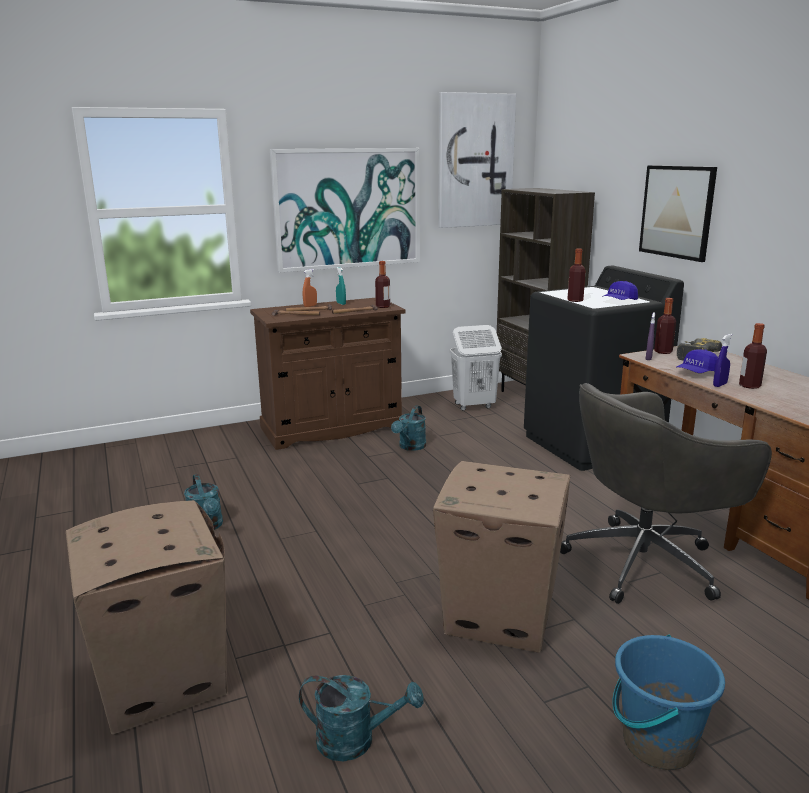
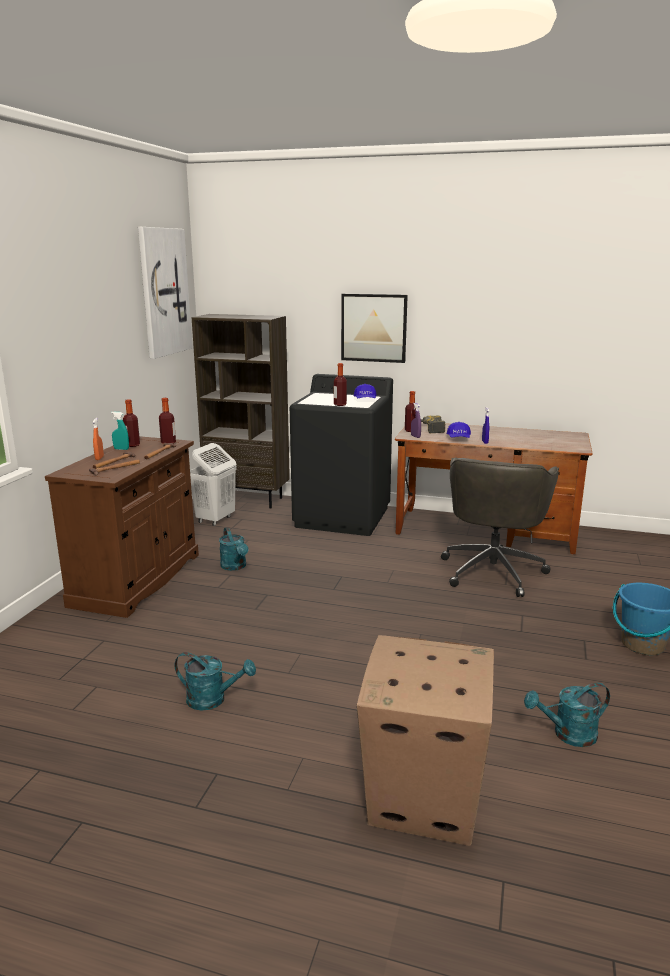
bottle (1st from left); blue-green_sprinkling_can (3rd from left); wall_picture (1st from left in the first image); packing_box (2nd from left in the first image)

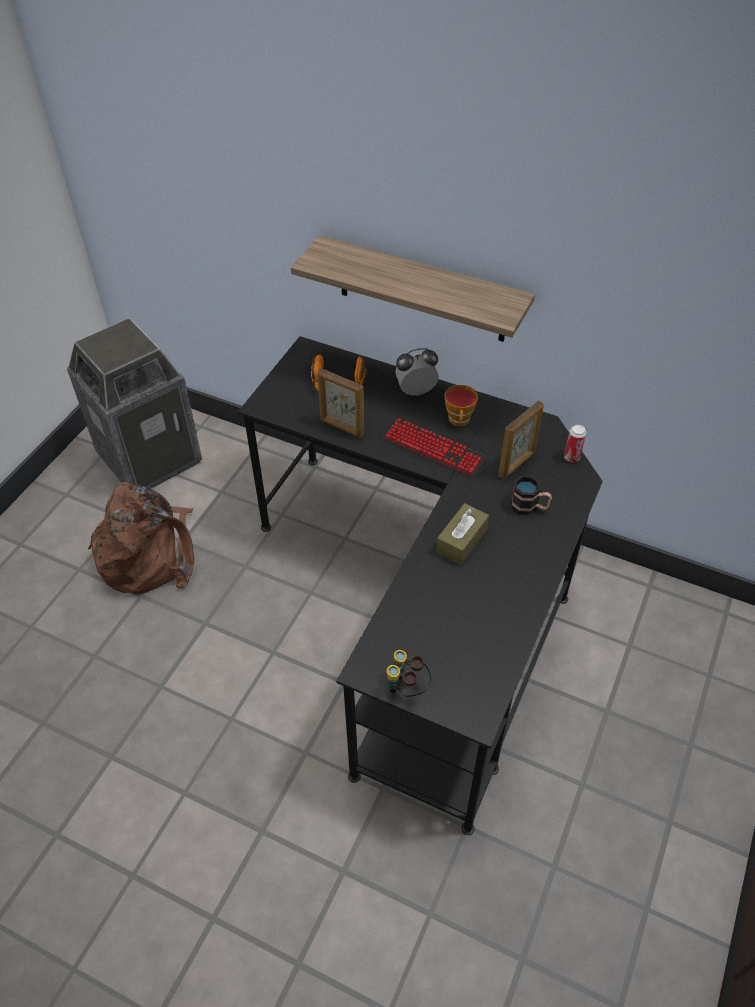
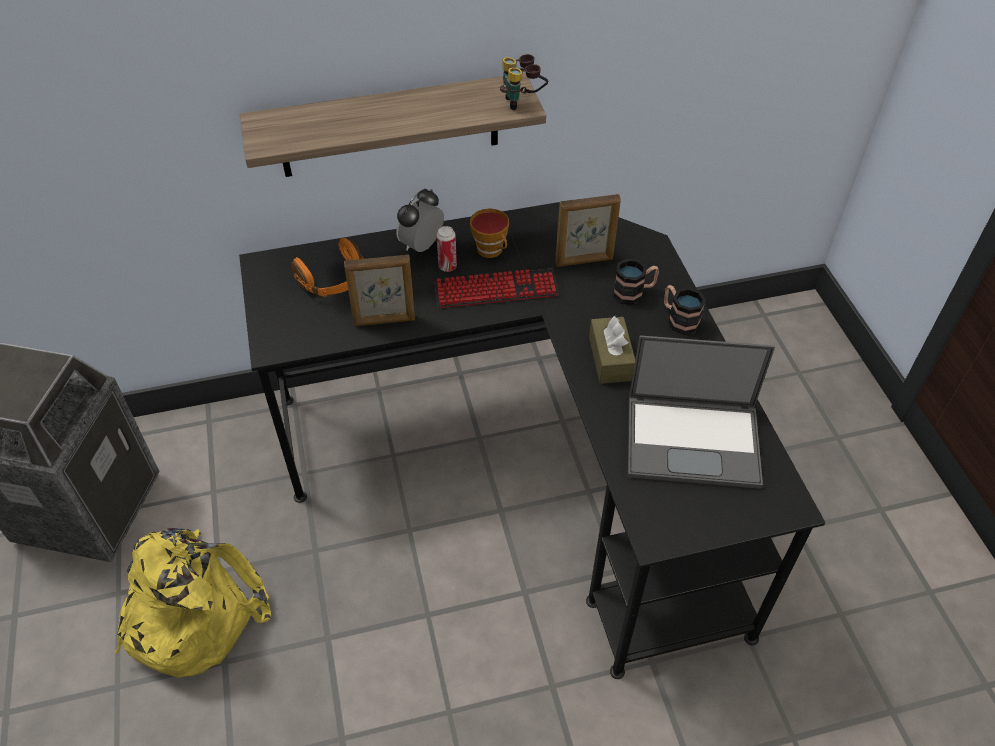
yellowish_backpack; can; pair_of_binoculars; photo_frame (2nd from left); laptop; mug (2nd from left)

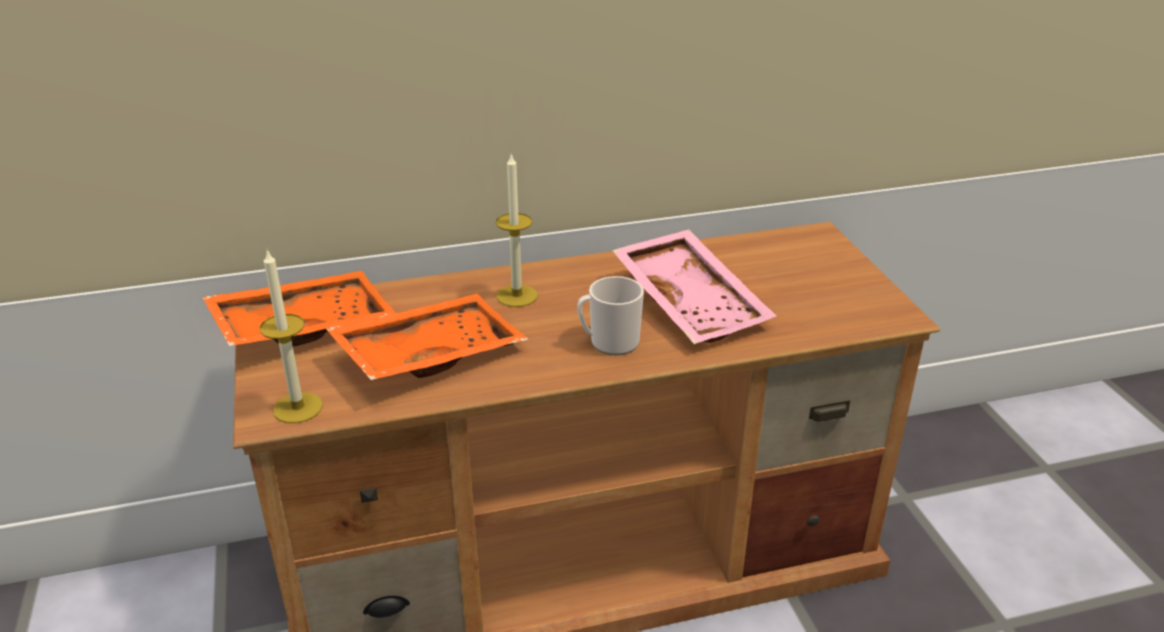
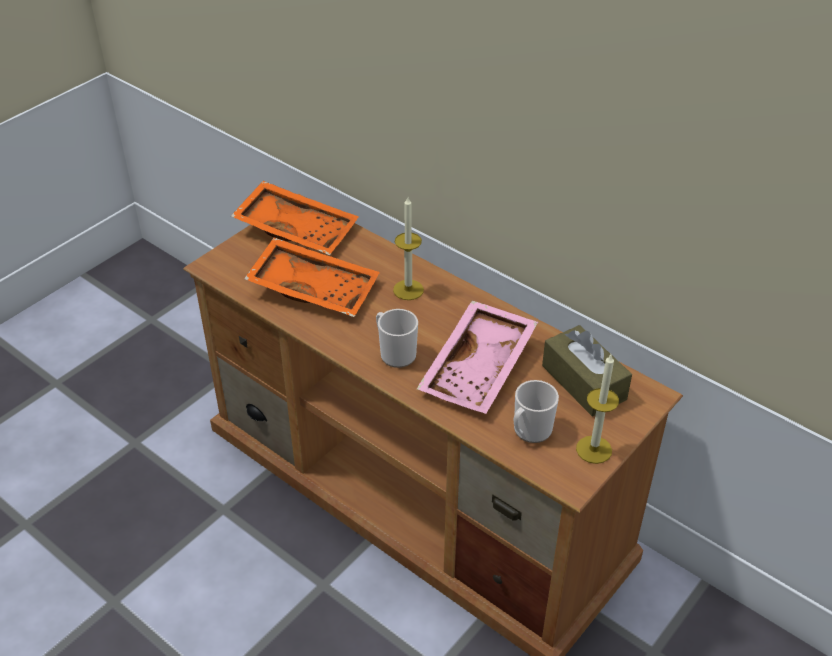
mug (2nd from left); brownish_tissue_holder; wax_candle (2nd from left)

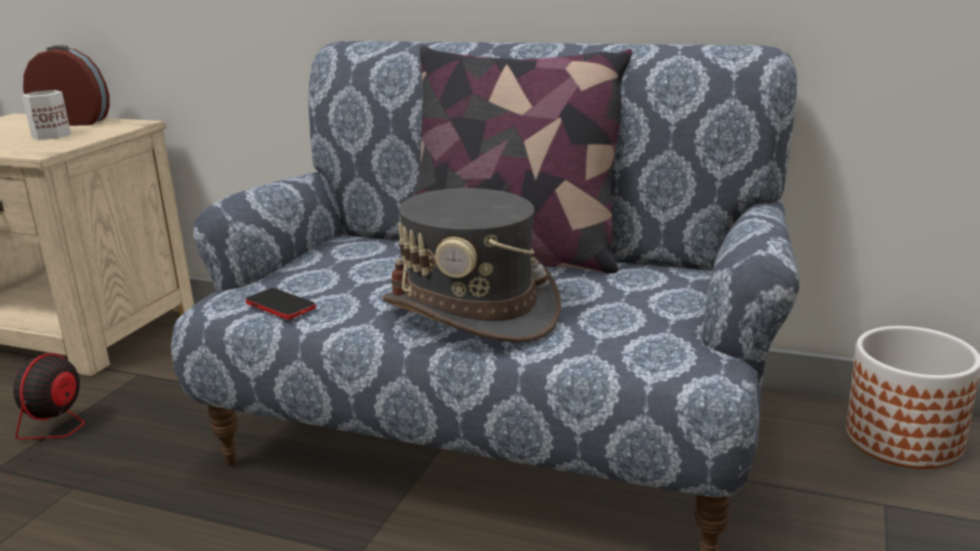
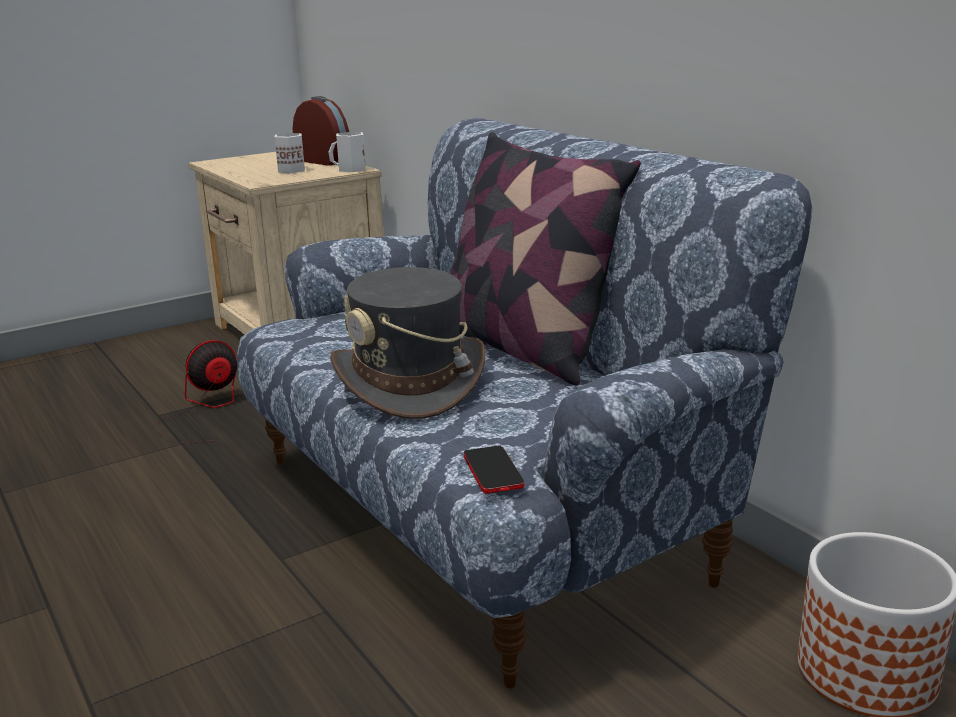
white-coloured_mug (2nd from left); handset

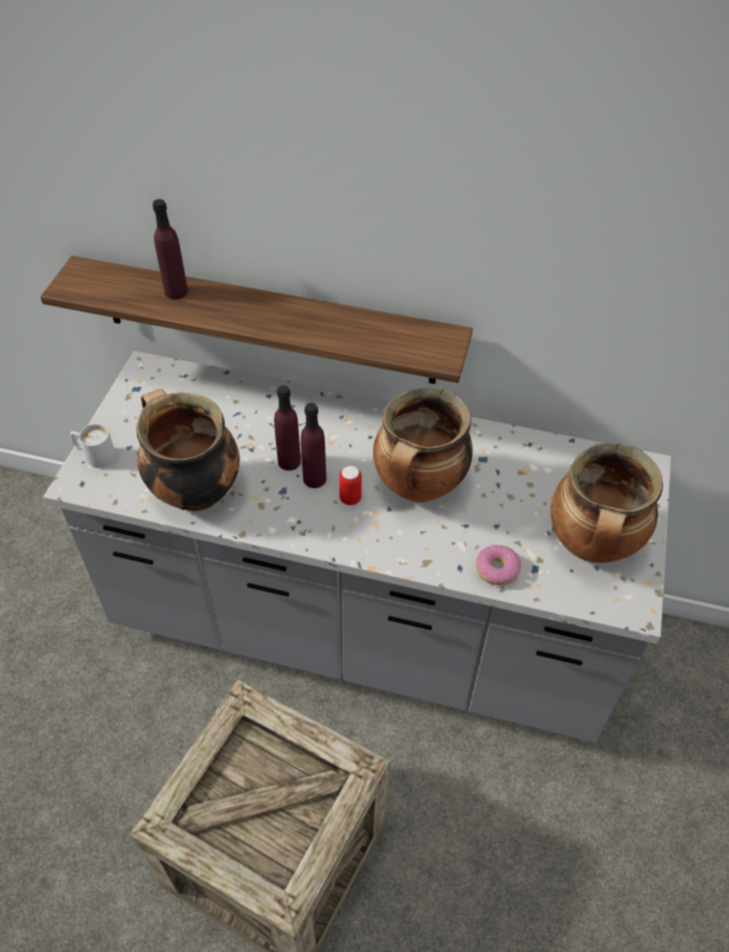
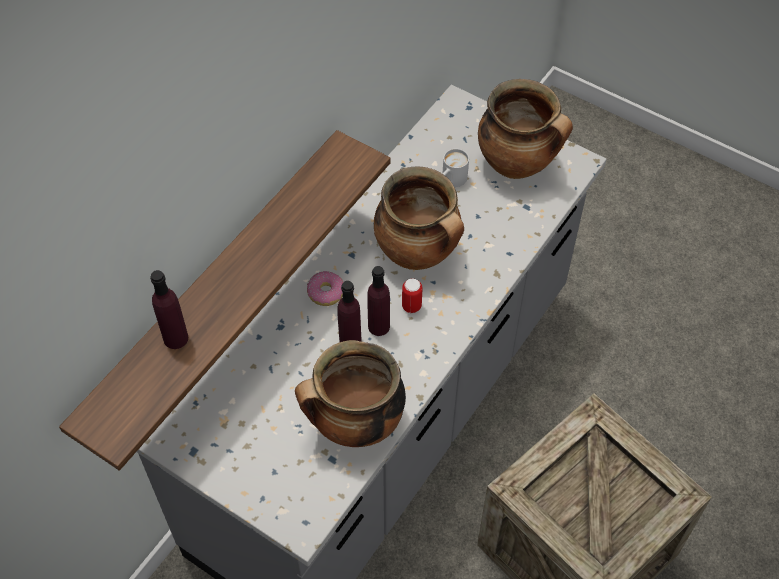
ring_doughnut; white-coloured_mug

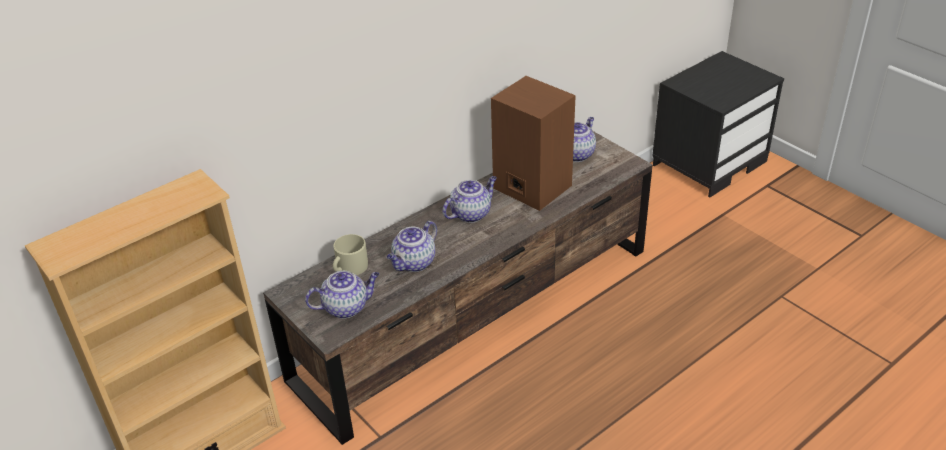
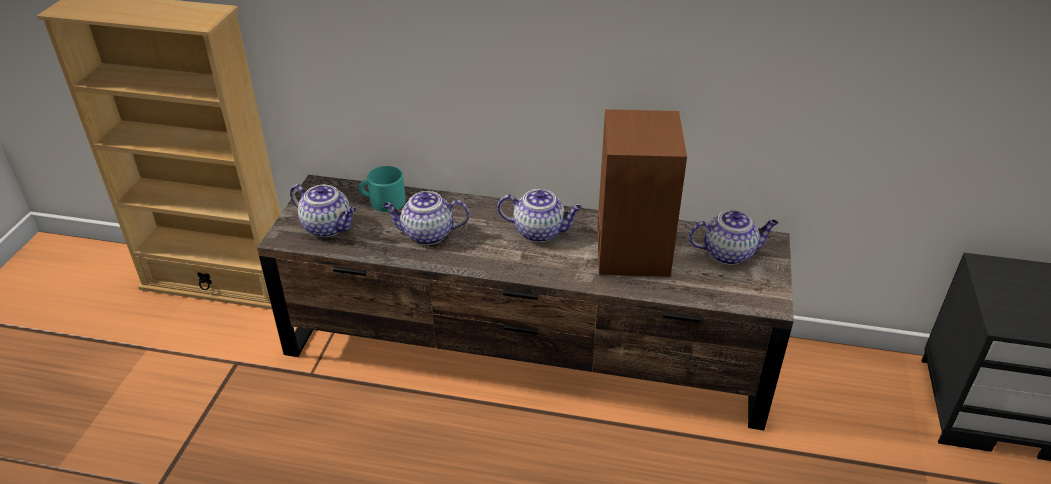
blue-green_mug

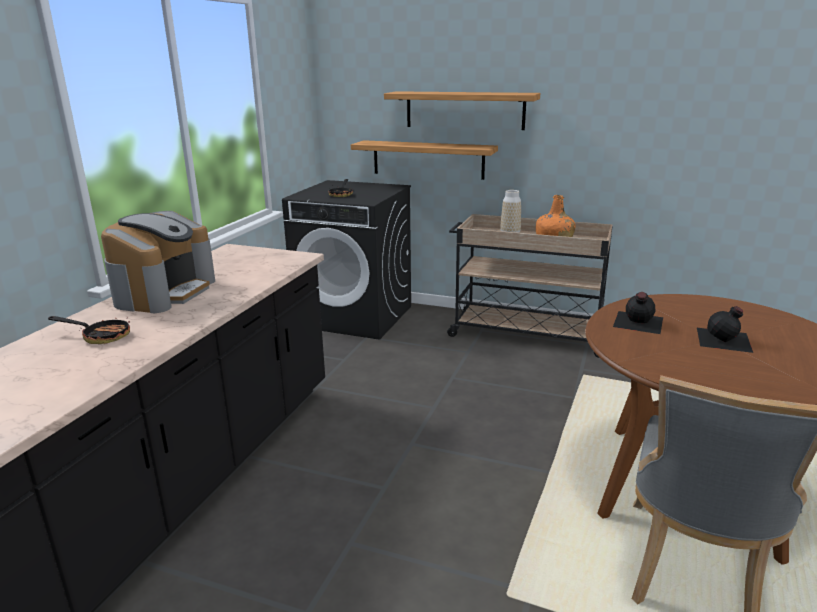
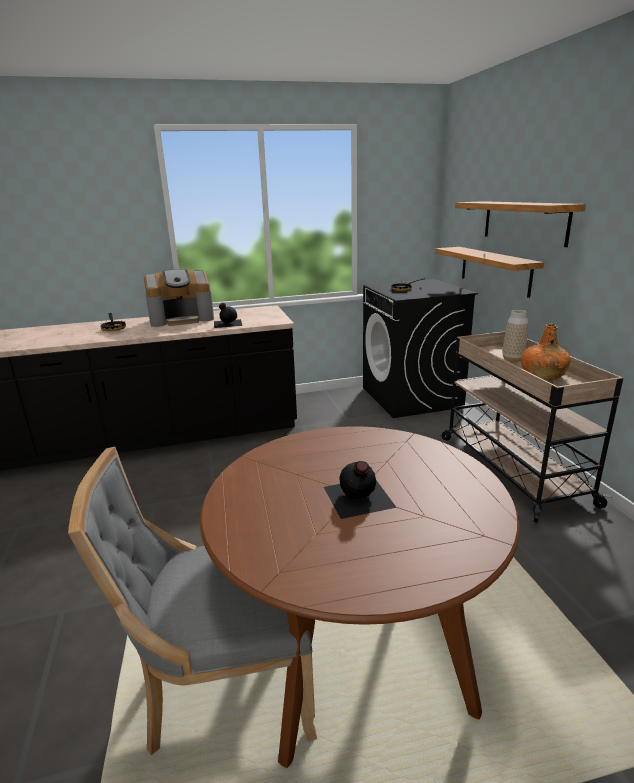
black_bottle (1st from left)

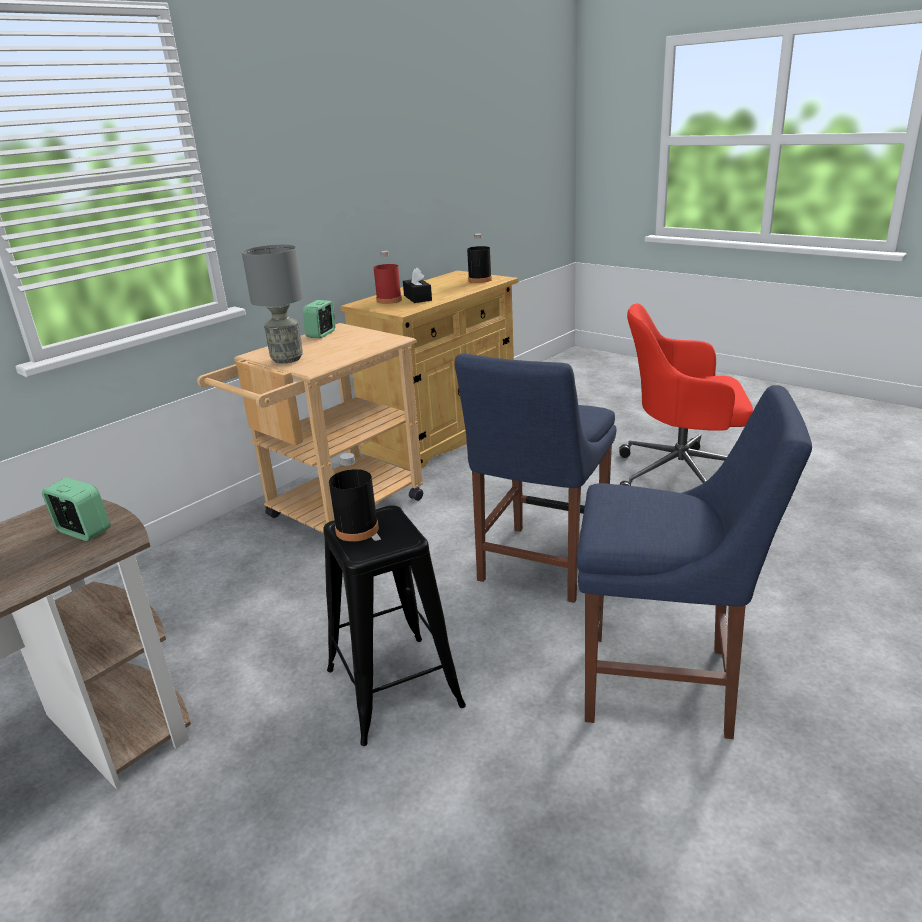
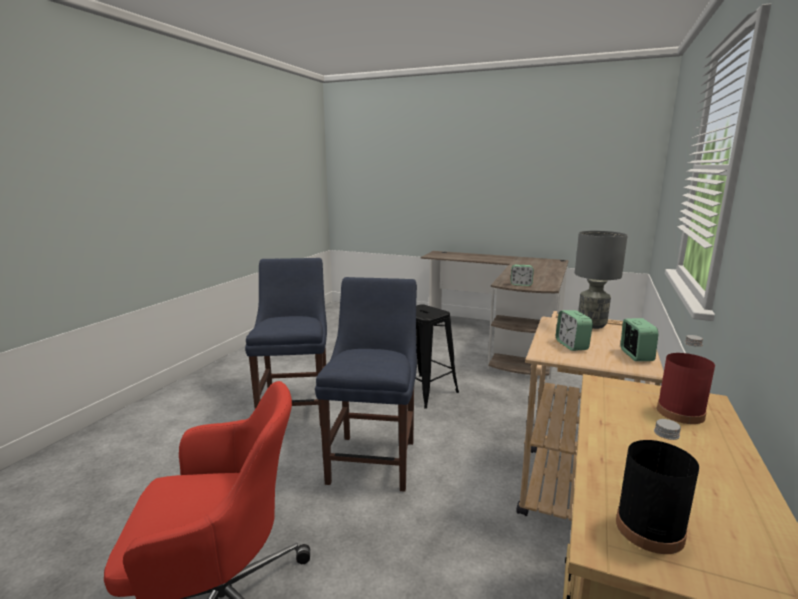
blue_upright_chair (1st from left); table_clock (2nd from left); black_bottle (1st from left in the first image); black_tissue_holder

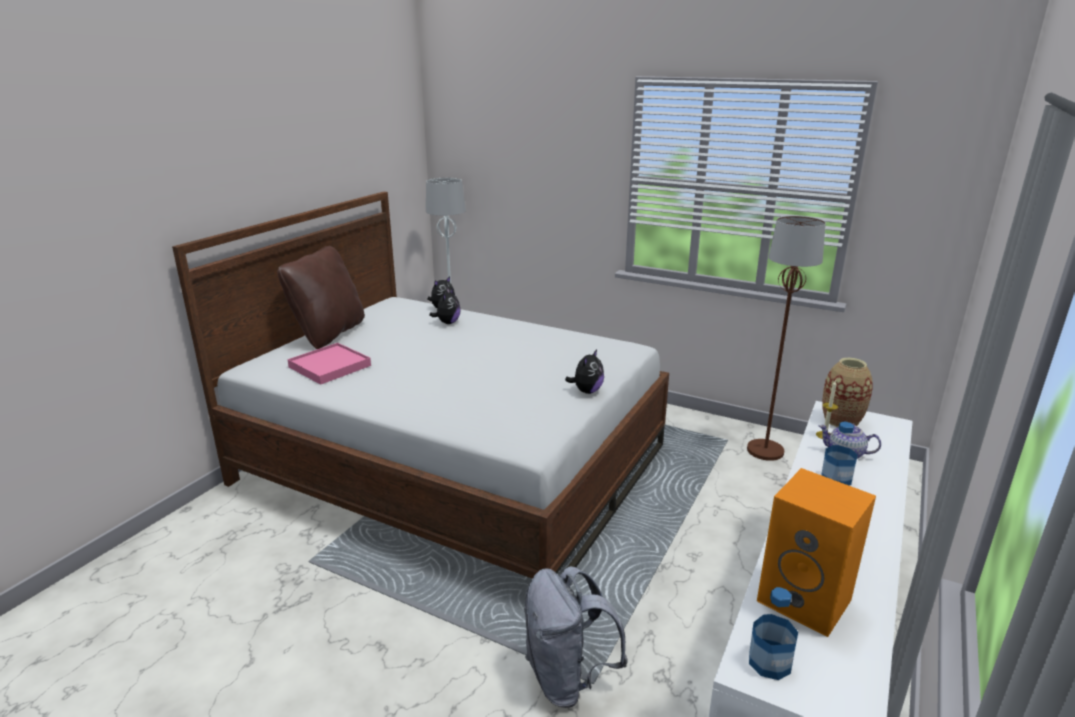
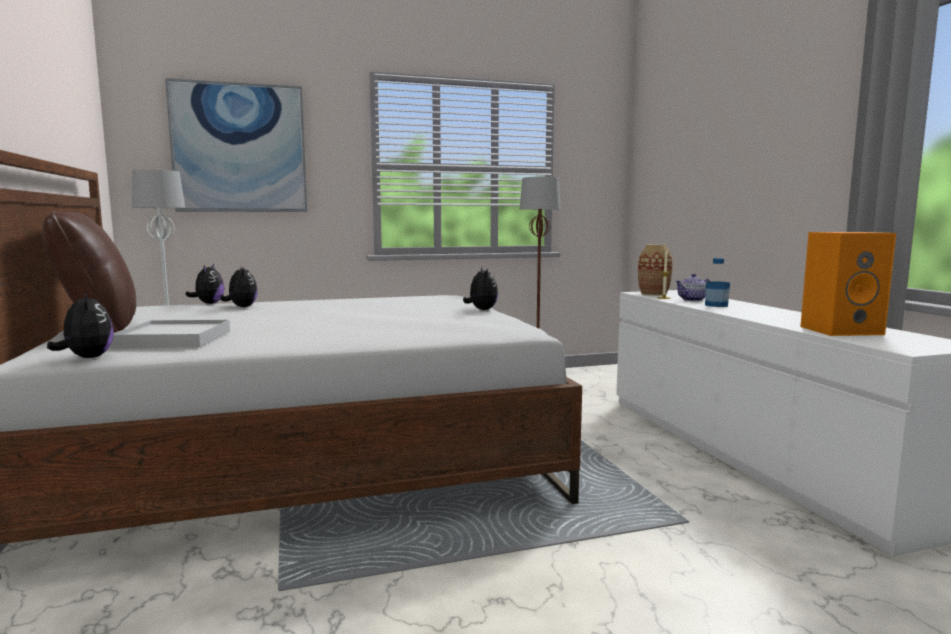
plush_toy (1st from left); white-coloured_serving_tray; wall_picture; greyish_backpack; bottle (1st from left in the first image)

